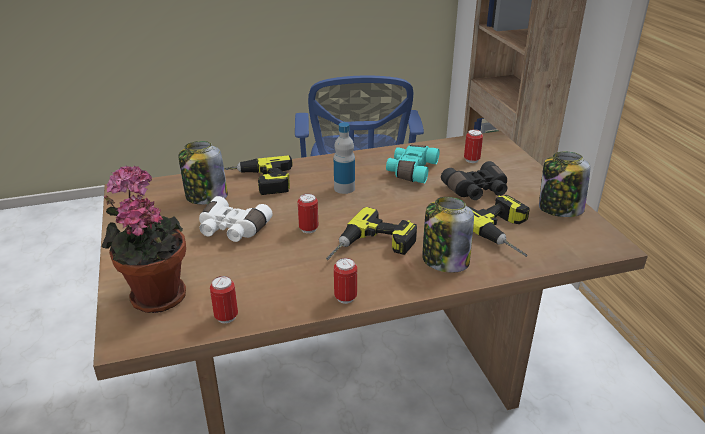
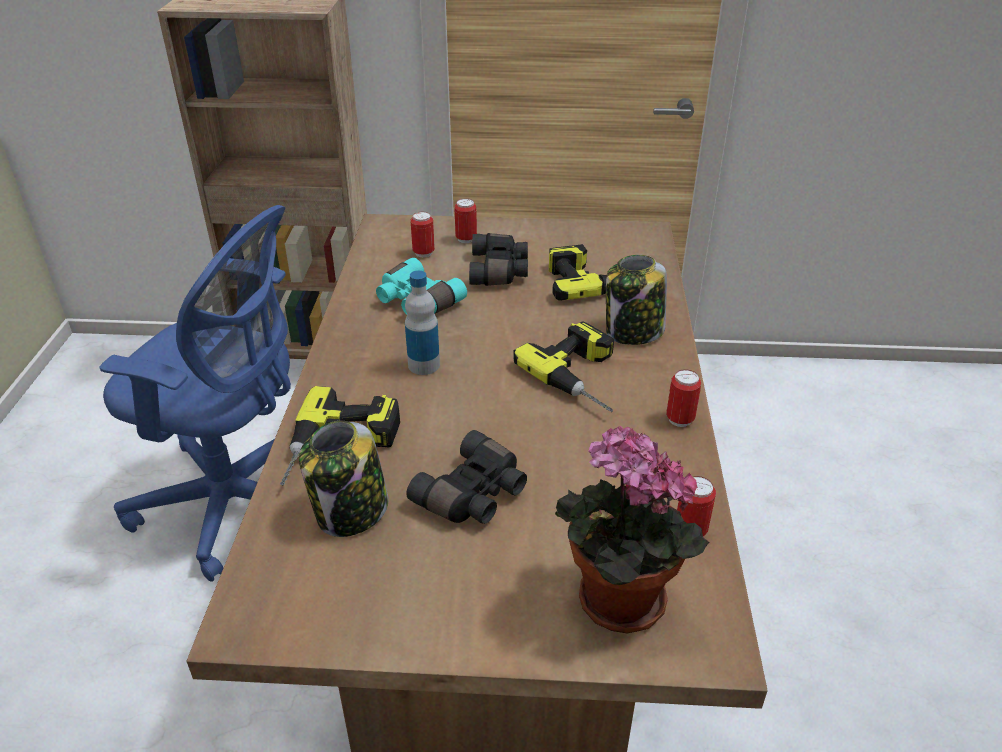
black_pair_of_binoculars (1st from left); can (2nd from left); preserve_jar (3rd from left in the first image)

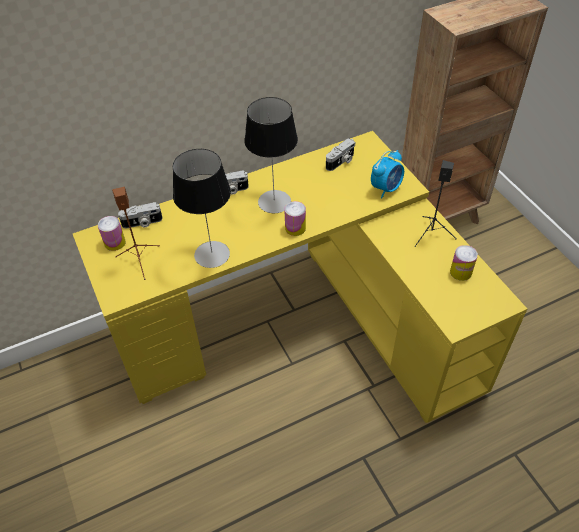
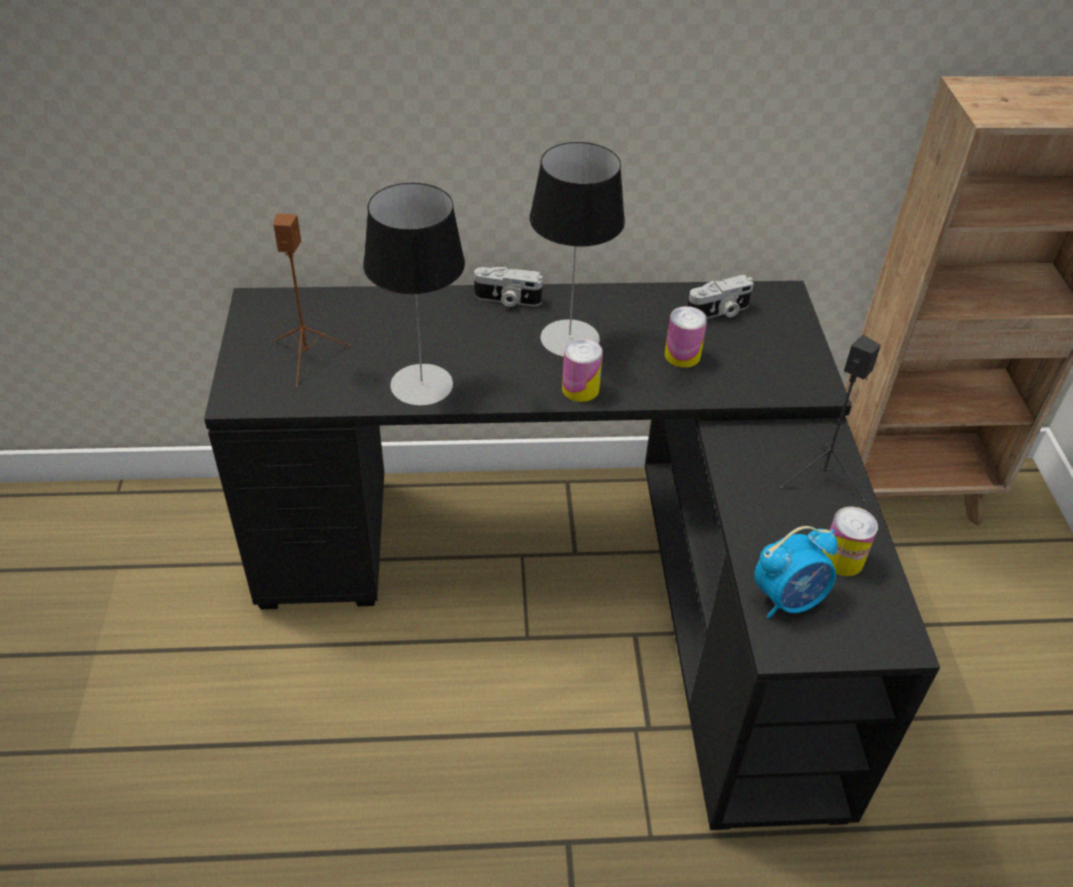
black_desk_unit; can (2nd from left); table_clock; still_camera (1st from left in the first image)

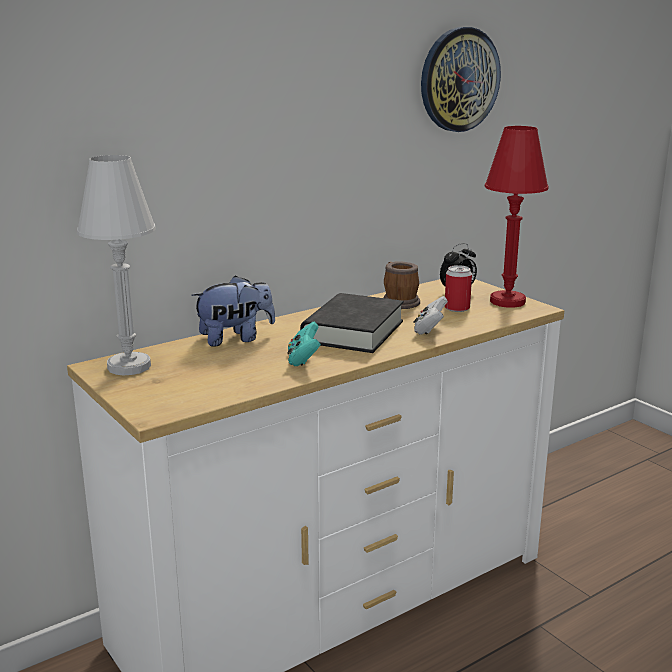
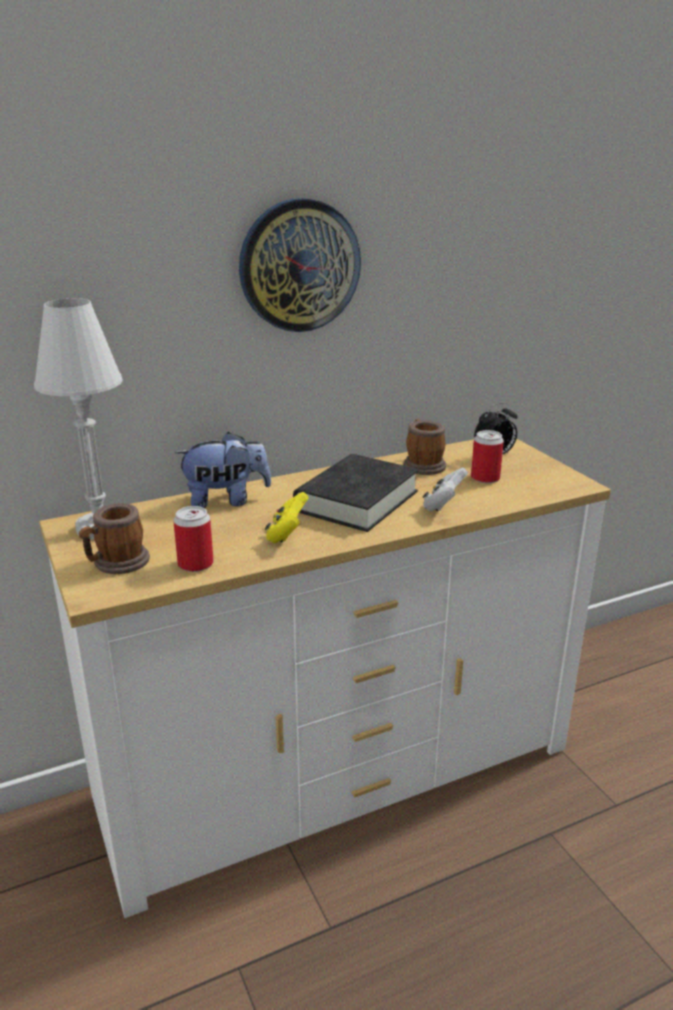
mug (1st from left); can (1st from left); clock_on_the_wall; yellowish_gamepad; reddish_lamp_for_a_table

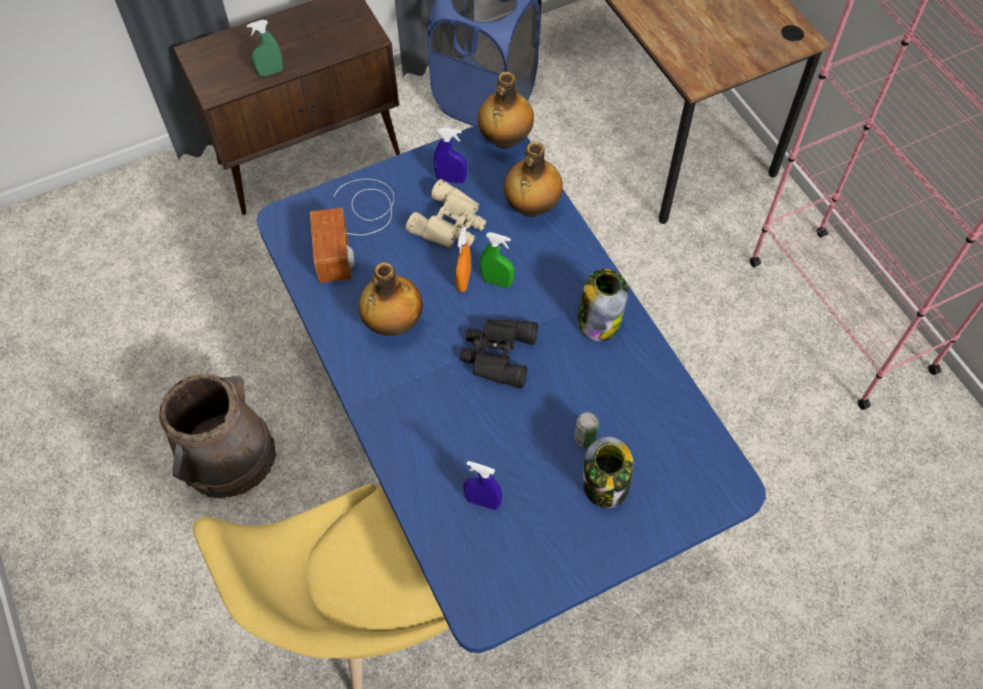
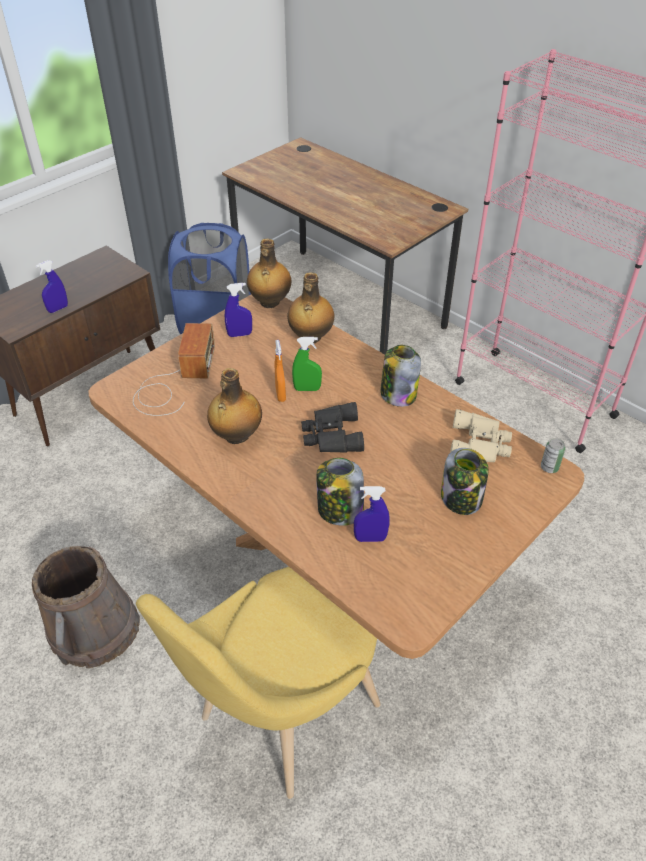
blue_hand_sprayer (1st from left); brownish_dinner_table; radio_receiver; preserve_jar (1st from left); sand-coloured_pair_of_binoculars; can

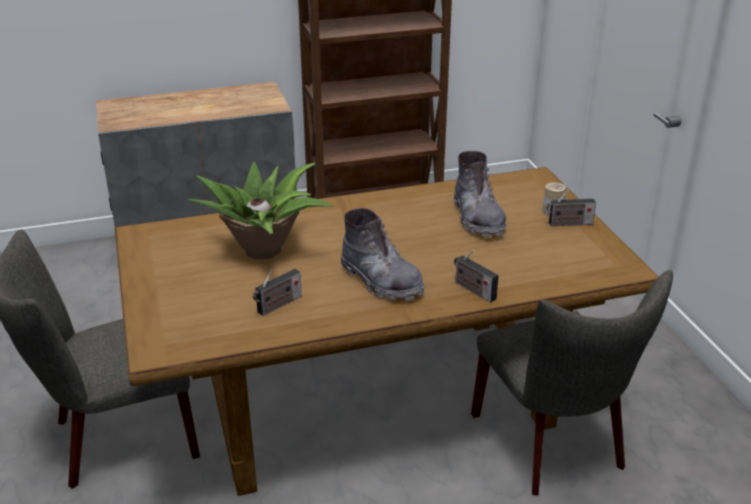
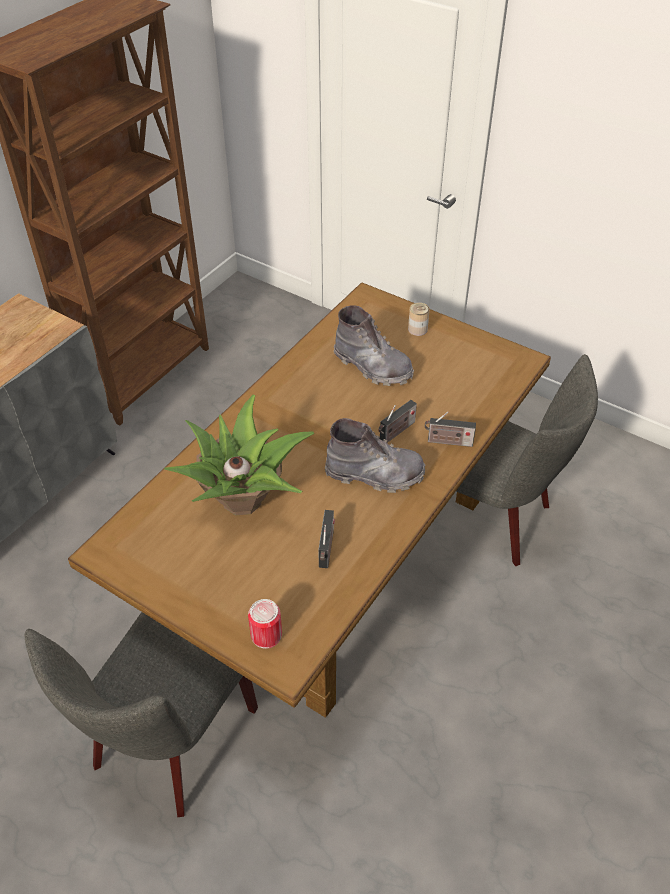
can (1st from left); radio_receiver (2nd from left)

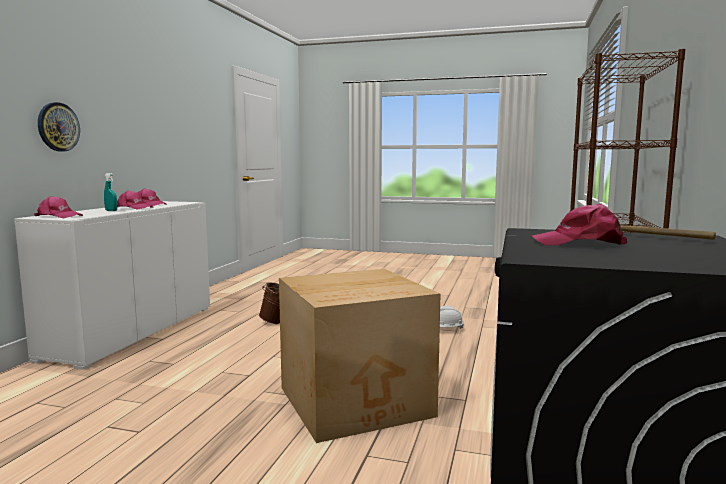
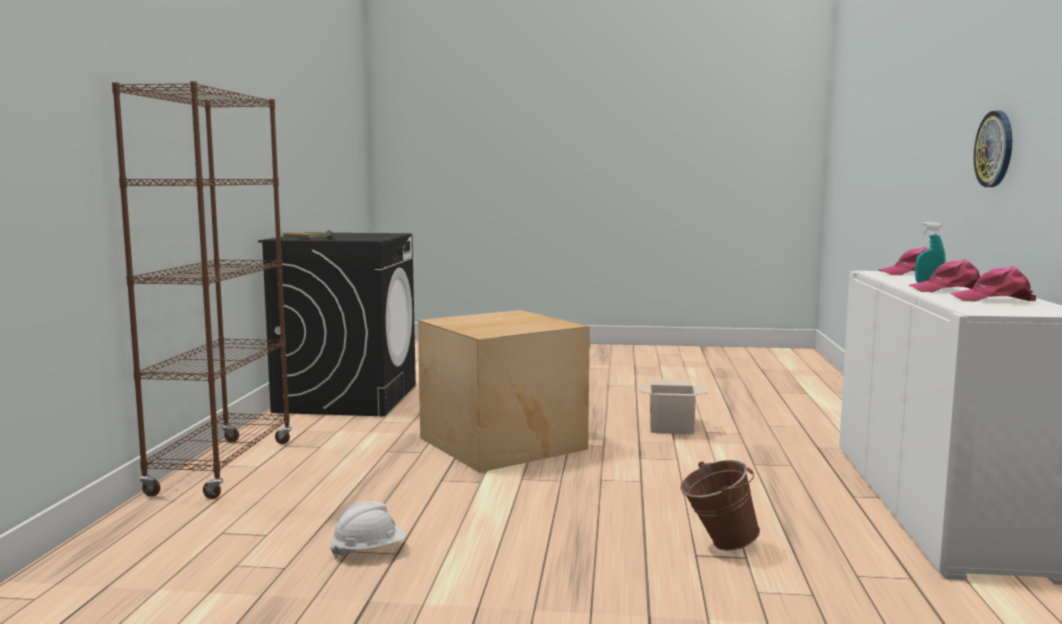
packing_box (2nd from left); pink_peaked_cap (4th from left in the first image)

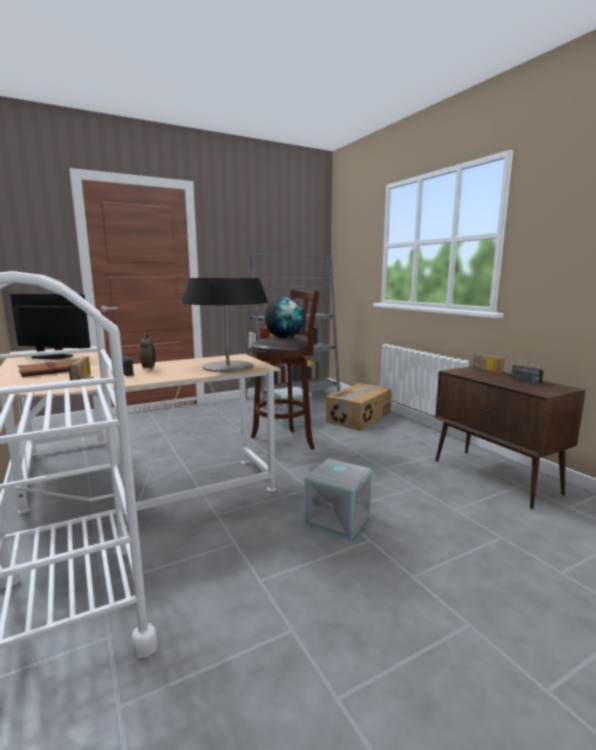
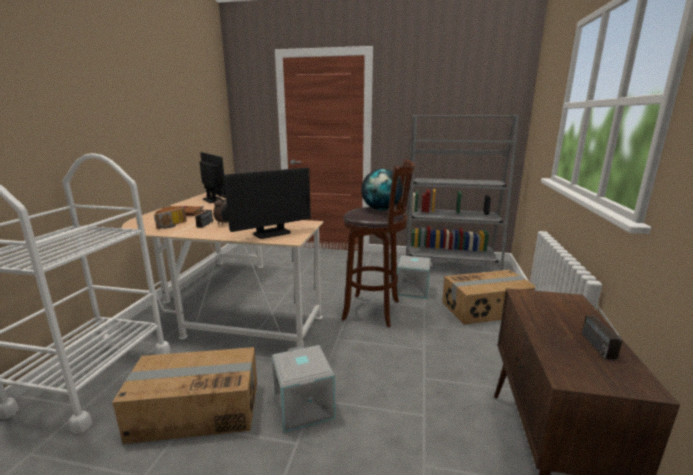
packing_box (1st from left); computer_display (2nd from left); radio_receiver (3rd from left in the first image)

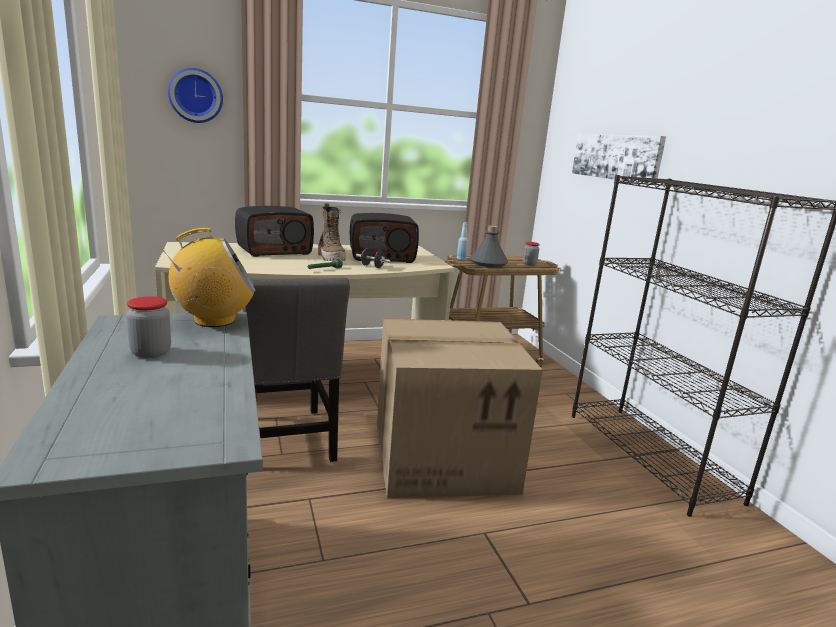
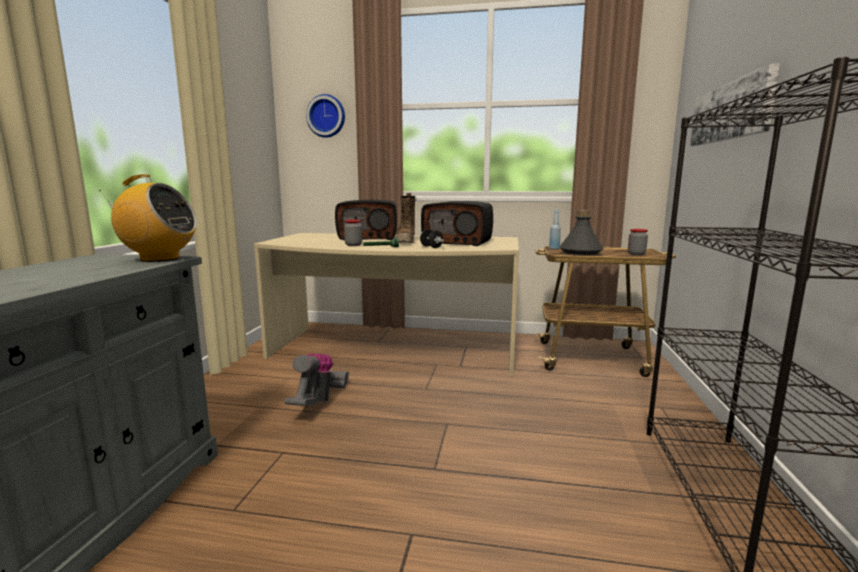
vacuum; preserve_jar (1st from left); packing_box

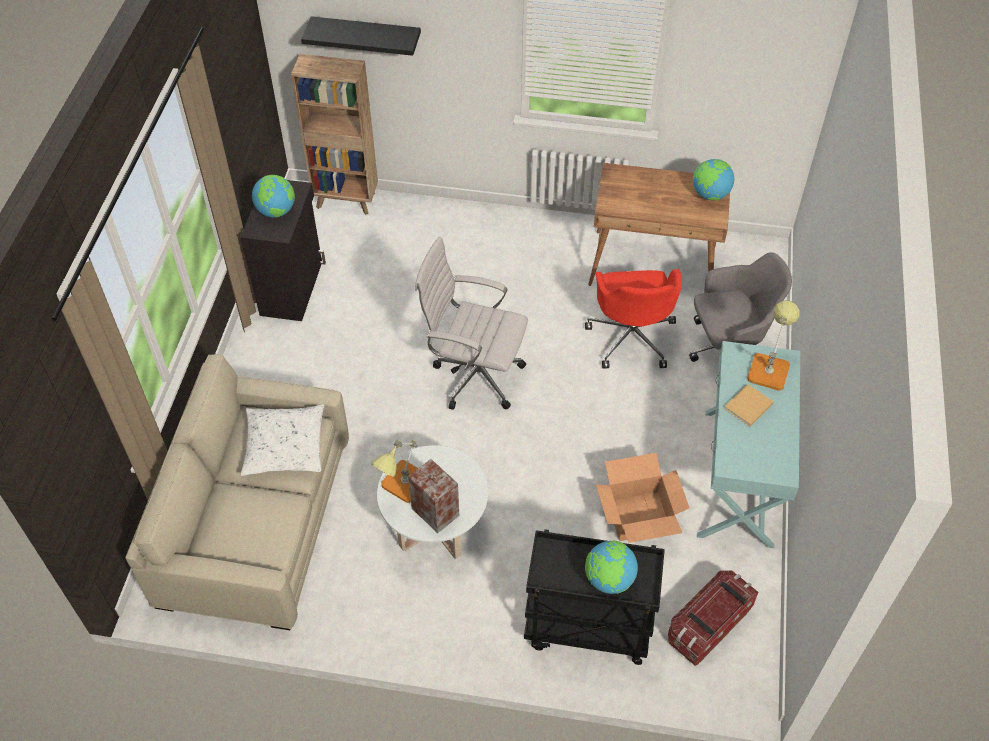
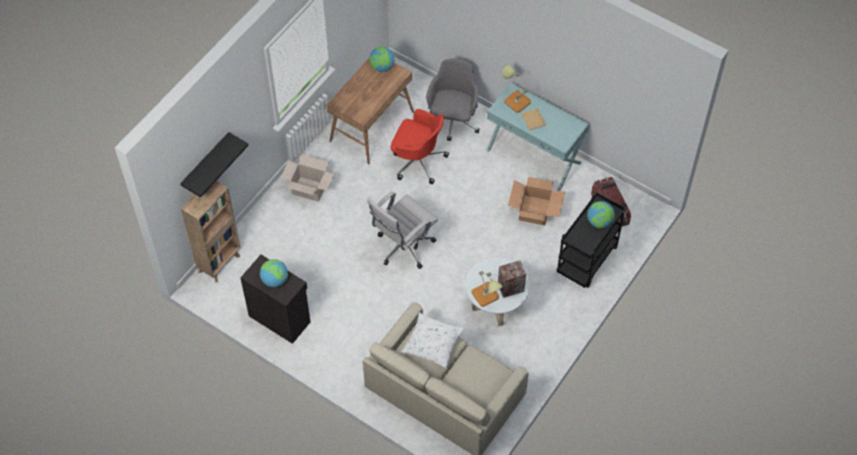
packing_box (1st from left)

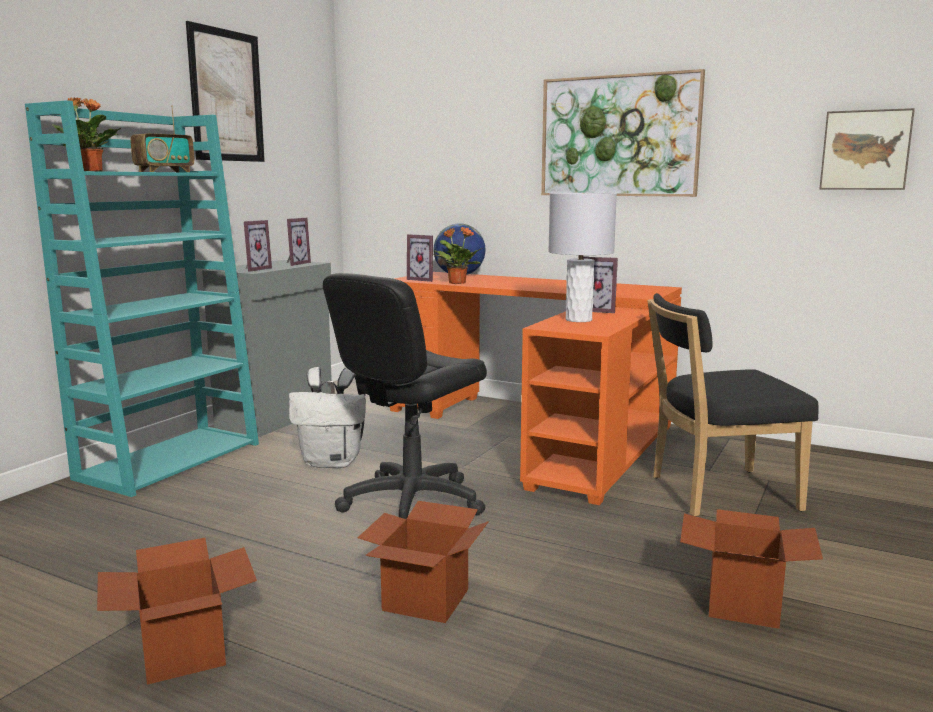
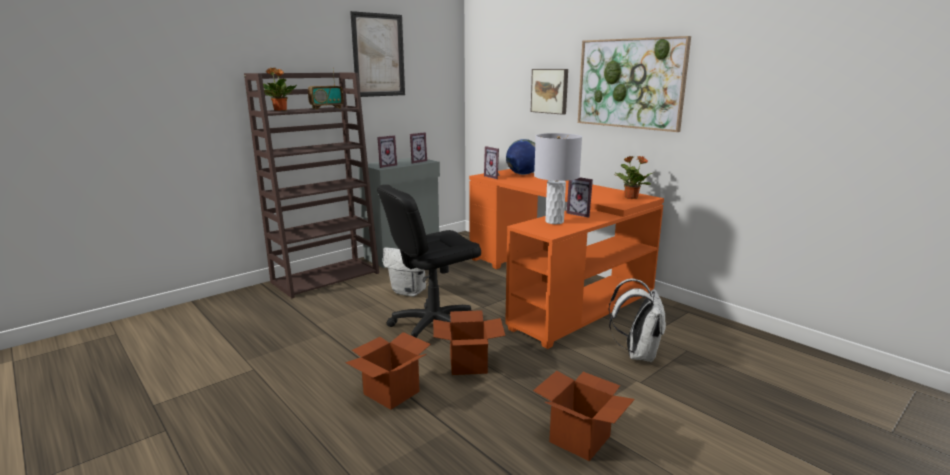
brownish_shelving_unit; packing_box (2nd from left); wall_picture (2nd from left); white-coloured_backpack (2nd from left); houseplant (2nd from left)

